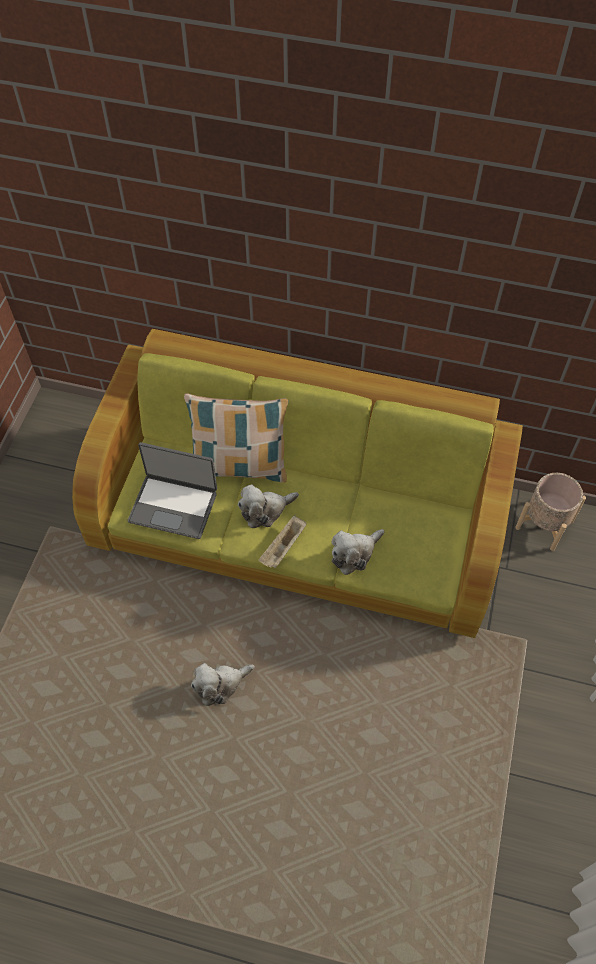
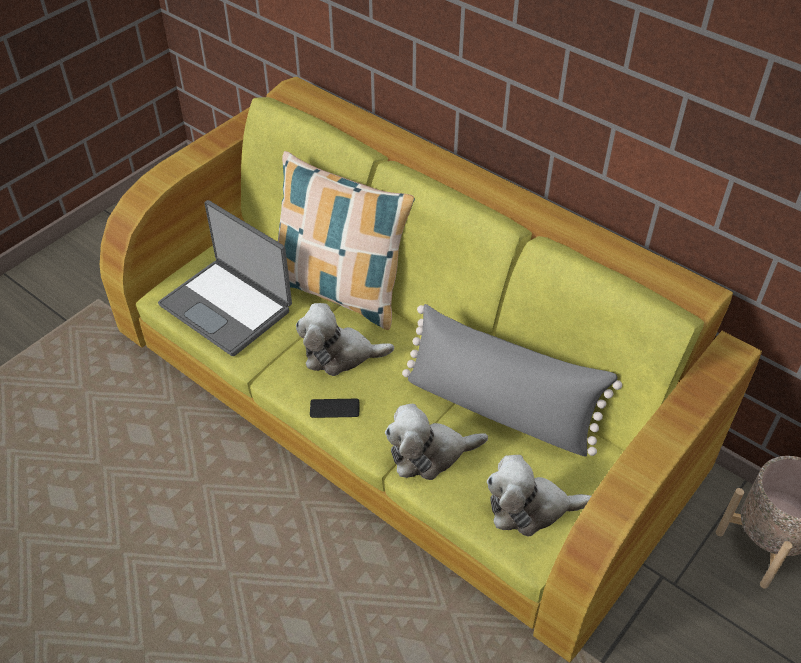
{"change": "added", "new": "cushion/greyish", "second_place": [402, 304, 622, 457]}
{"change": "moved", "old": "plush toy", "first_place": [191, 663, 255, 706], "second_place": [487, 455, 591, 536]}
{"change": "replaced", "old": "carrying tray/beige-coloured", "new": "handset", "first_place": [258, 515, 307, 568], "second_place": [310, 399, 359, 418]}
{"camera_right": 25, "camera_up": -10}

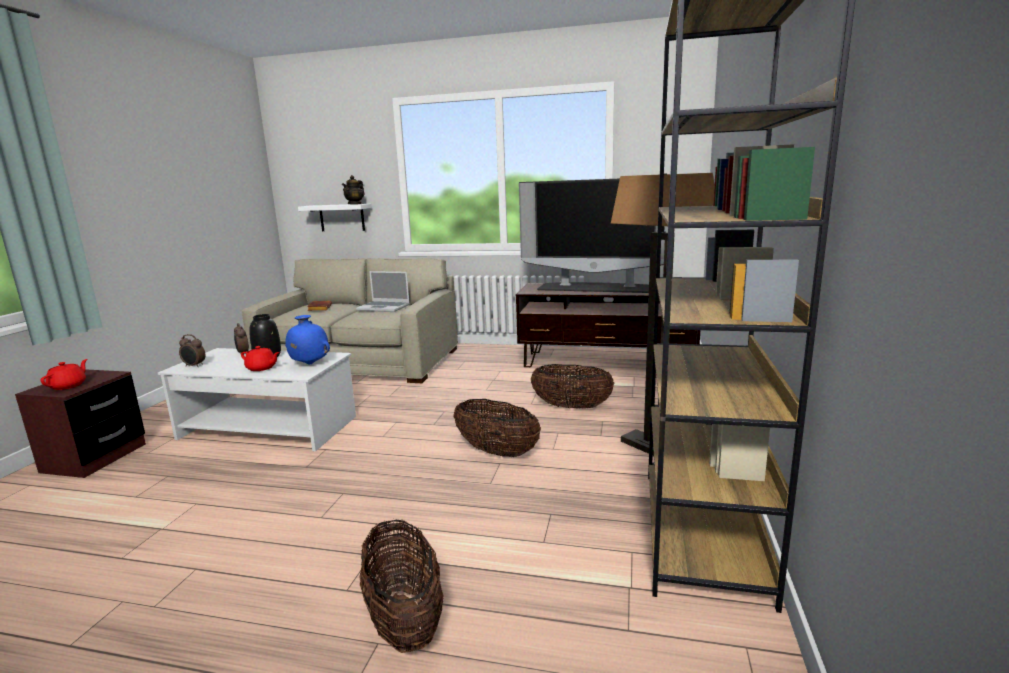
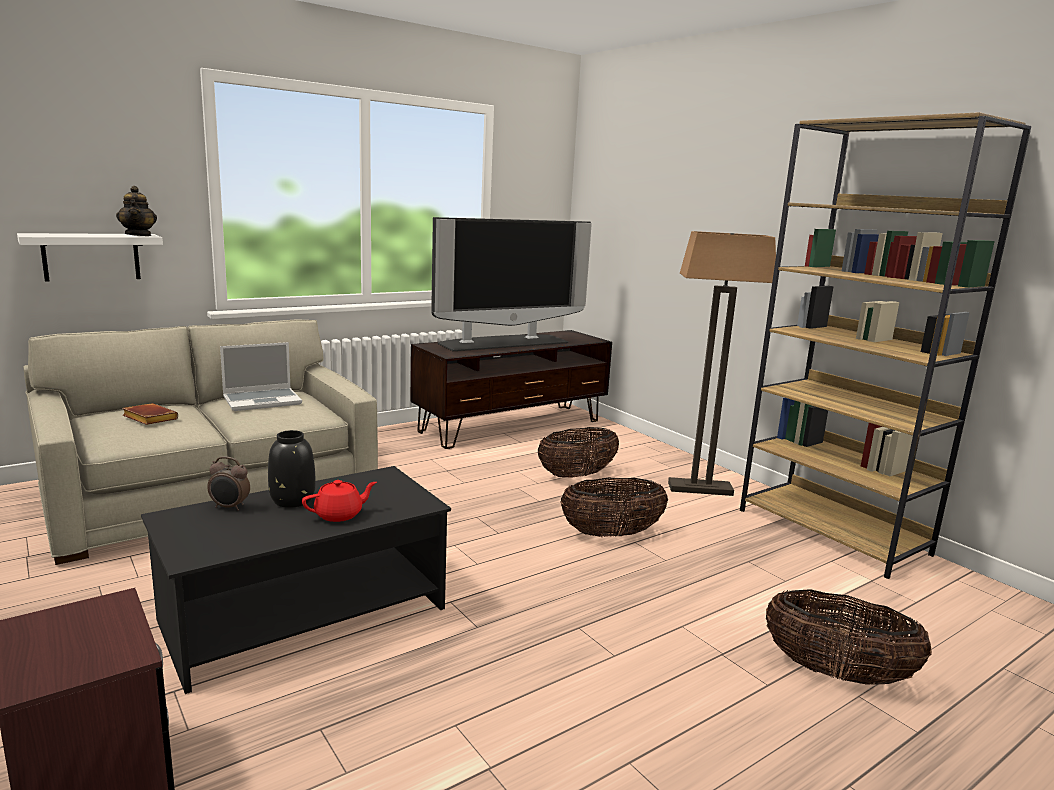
{"change": "removed", "old": "tea pot/red", "first_place": [40, 359, 87, 390]}
{"change": "removed", "old": "alarm clock", "first_place": [179, 334, 205, 367]}
{"change": "removed", "old": "flower vase/blue", "first_place": [285, 315, 330, 364]}
{"change": "recoloured", "old": "coffee table/white", "new": "coffee table/black", "first_place": [158, 348, 356, 452], "second_place": [141, 466, 451, 694]}
{"camera_right": -50, "camera_up": 0}

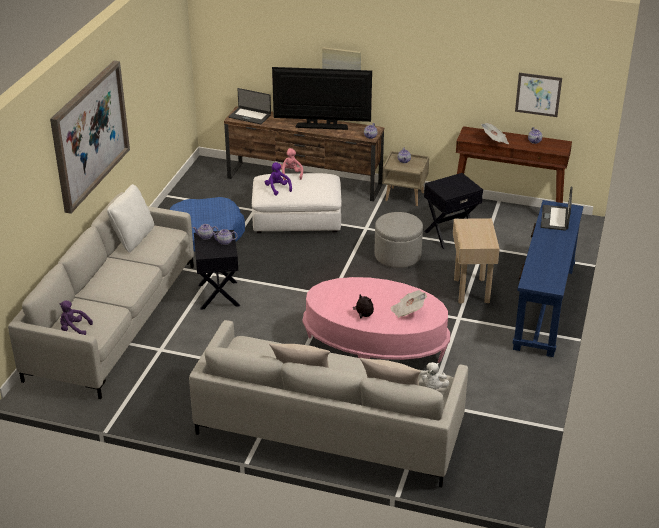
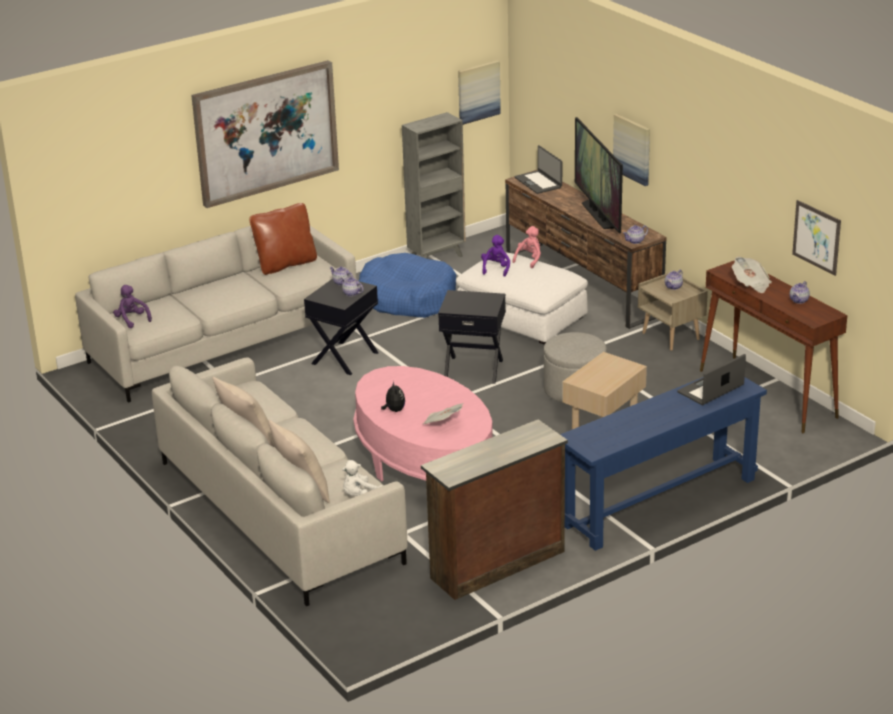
{"change": "added", "new": "bookshelf/greyish", "second_place": [402, 112, 466, 259]}
{"change": "added", "new": "drawer chest/brownish", "second_place": [421, 419, 568, 600]}
{"change": "added", "new": "picture", "second_place": [458, 60, 501, 125]}
{"change": "moved", "old": "accent table/black", "first_place": [424, 173, 483, 249], "second_place": [438, 290, 506, 384]}
{"change": "recoloured", "old": "cushion/white", "new": "cushion/brownish", "first_place": [107, 184, 154, 253], "second_place": [249, 203, 317, 275]}
{"change": "turned", "old": "television", "first_place": [272, 67, 372, 130], "second_place": [575, 117, 623, 233], "degrees": -150}
{"camera_right": 40, "camera_up": -5}

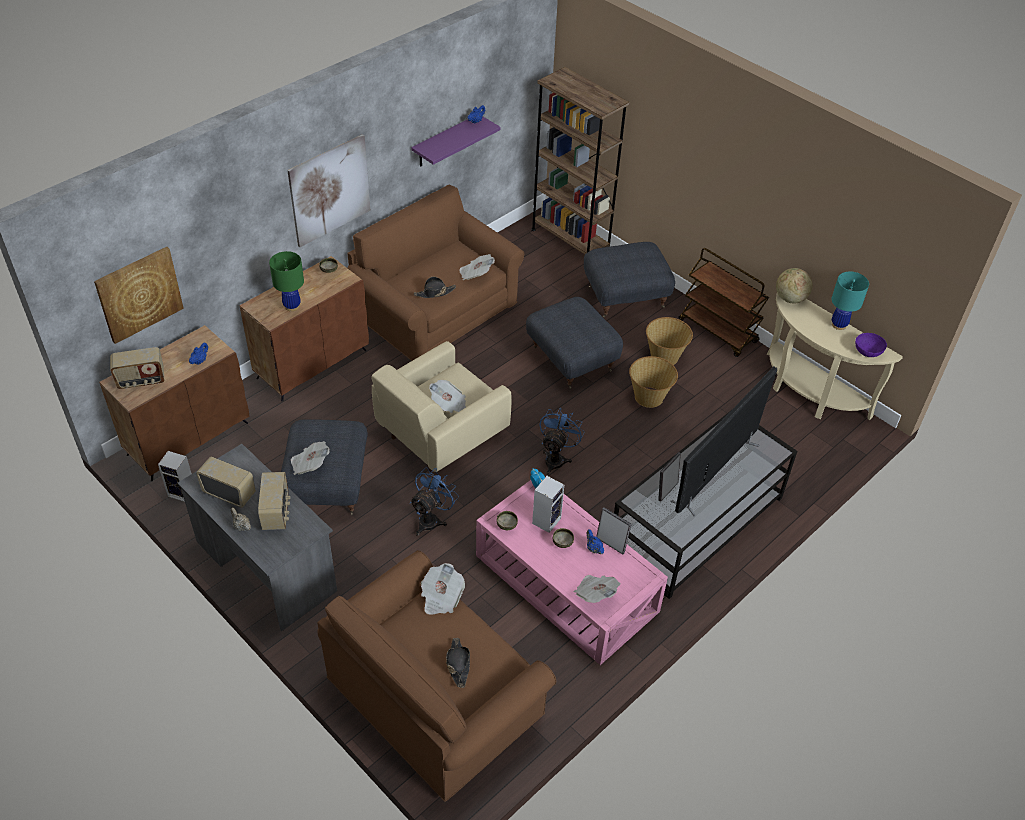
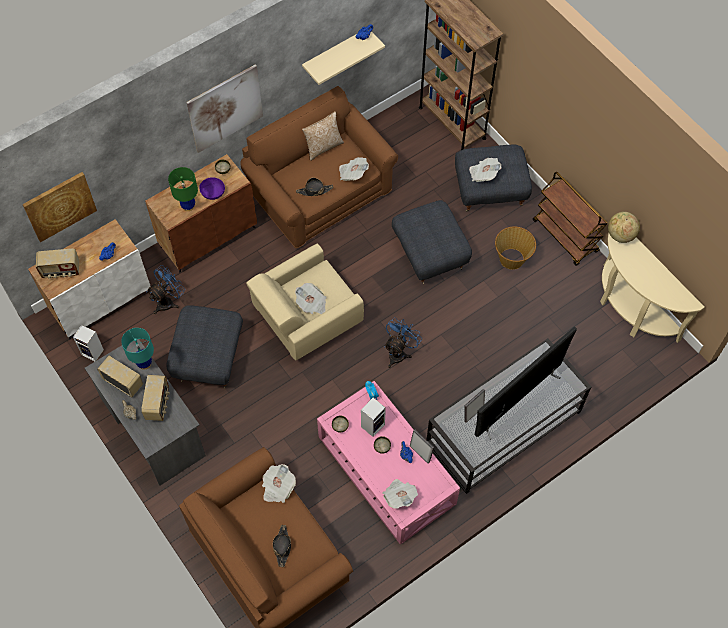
{"change": "removed", "old": "basket", "first_place": [629, 356, 678, 408]}
{"change": "added", "new": "cushion", "second_place": [302, 111, 344, 161]}
{"change": "moved", "old": "printed paper", "first_place": [291, 441, 329, 475], "second_place": [469, 158, 501, 182]}
{"change": "moved", "old": "fan/blue", "first_place": [410, 467, 459, 536], "second_place": [146, 265, 184, 314]}
{"change": "moved", "old": "tabletop lamp/turquoise-coloured", "first_place": [831, 271, 869, 330], "second_place": [121, 328, 154, 370]}
{"change": "moved", "old": "serving bowl/purple", "first_place": [855, 333, 887, 357], "second_place": [199, 177, 225, 200]}
{"change": "recoloured", "old": "cabinet/brownish", "new": "cabinet/white", "first_place": [99, 325, 249, 481], "second_place": [28, 219, 151, 339]}
{"change": "recoloured", "old": "wall shelf/purple", "new": "wall shelf/beige-coloured", "first_place": [411, 117, 501, 167], "second_place": [302, 31, 385, 85]}
{"camera_right": 10, "camera_up": 15}

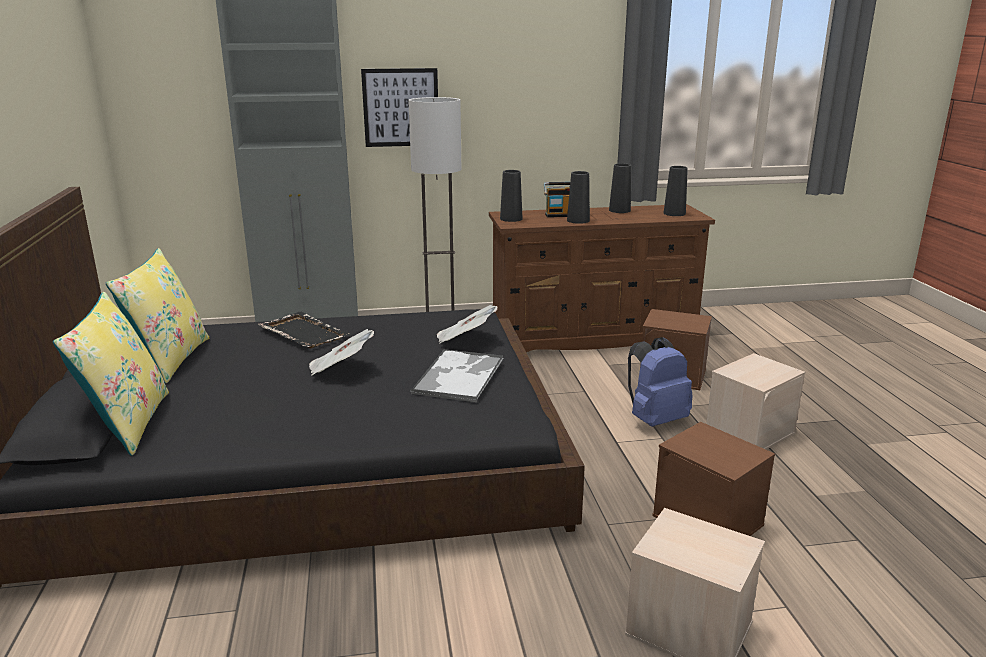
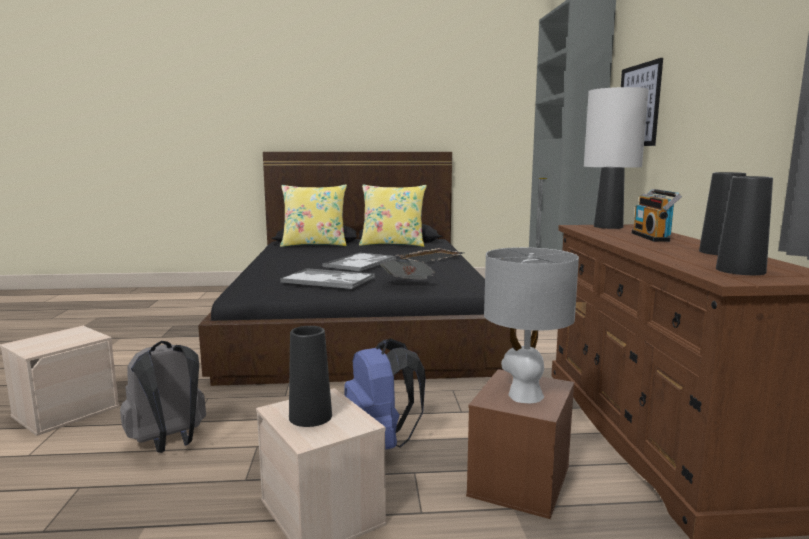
{"change": "added", "new": "tabletop lamp/greyish", "second_place": [484, 247, 579, 403]}
{"change": "moved", "old": "flower vase/black", "first_place": [567, 171, 590, 224], "second_place": [289, 326, 332, 427]}
{"change": "replaced", "old": "printed paper", "new": "carrying tray", "first_place": [309, 329, 374, 376], "second_place": [322, 252, 396, 272]}
{"change": "replaced", "old": "storage box/brownish", "new": "knapsack/greyish", "first_place": [652, 422, 775, 536], "second_place": [120, 341, 206, 453]}
{"camera_right": 95, "camera_up": -10}

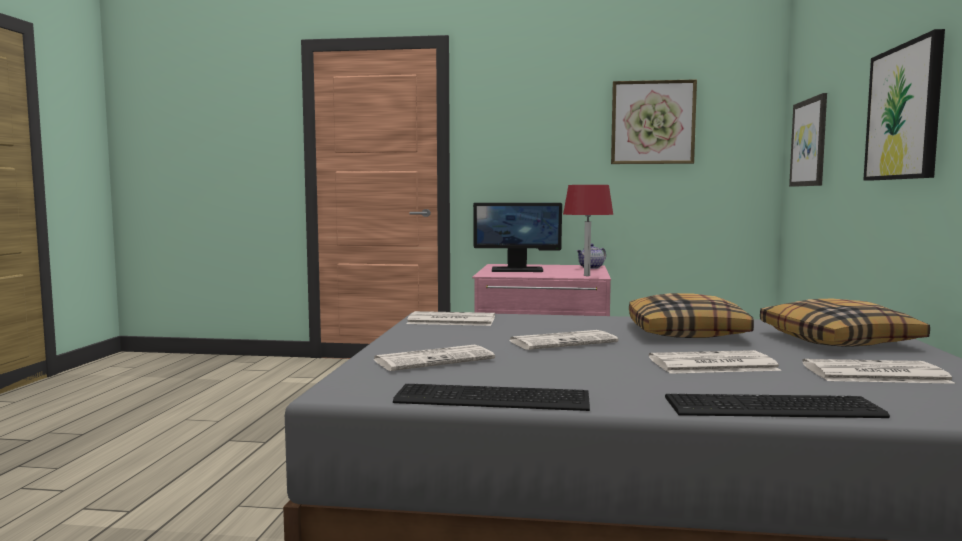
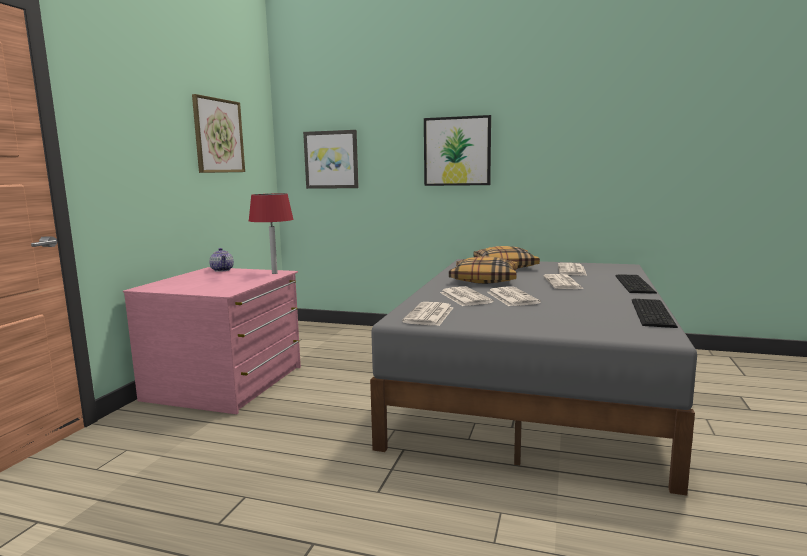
{"change": "removed", "old": "computer screen", "first_place": [473, 203, 562, 272]}
{"change": "moved", "old": "printed paper", "first_place": [374, 345, 495, 371], "second_place": [440, 287, 494, 306]}
{"camera_right": -80, "camera_up": 5}

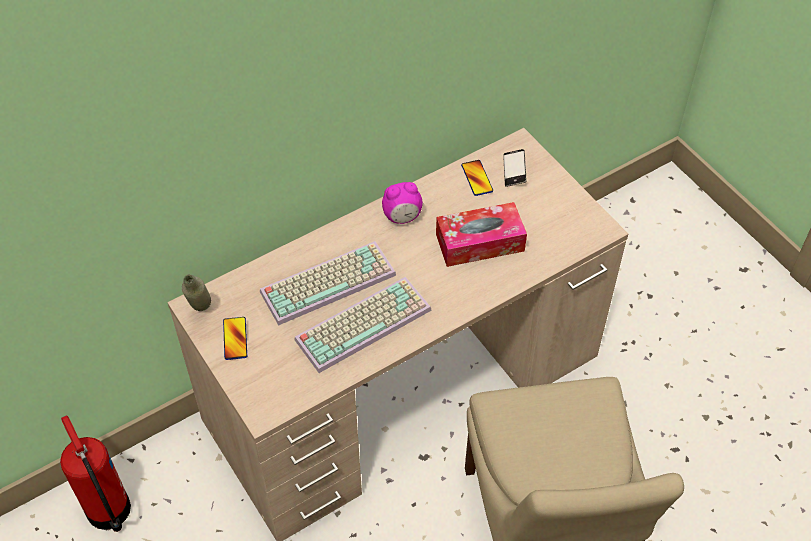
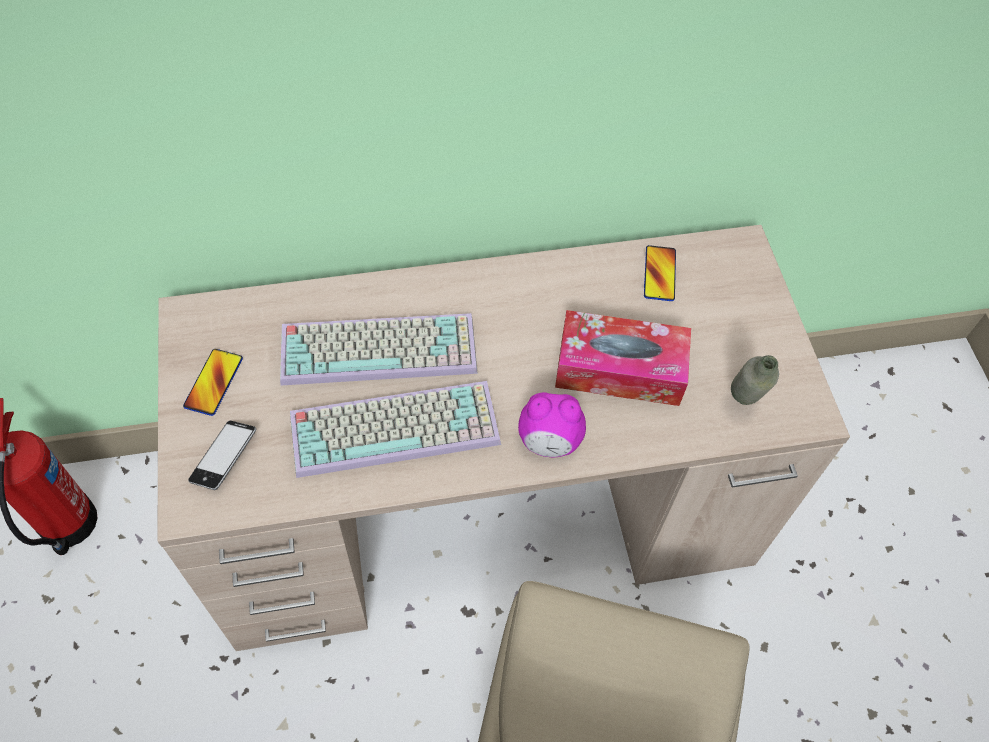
{"change": "moved", "old": "bottle/greyish", "first_place": [182, 274, 211, 311], "second_place": [731, 355, 779, 405]}
{"change": "moved", "old": "alarm clock", "first_place": [382, 182, 423, 224], "second_place": [518, 392, 586, 457]}
{"change": "moved", "old": "handset", "first_place": [503, 149, 527, 187], "second_place": [188, 420, 256, 490]}
{"camera_right": 20, "camera_up": 5}

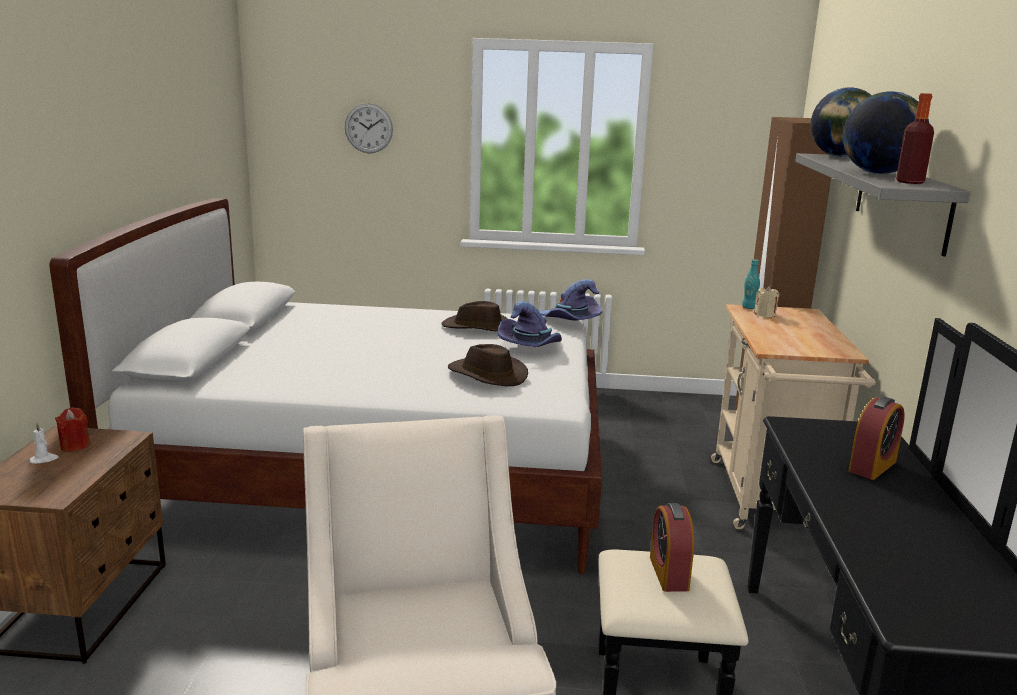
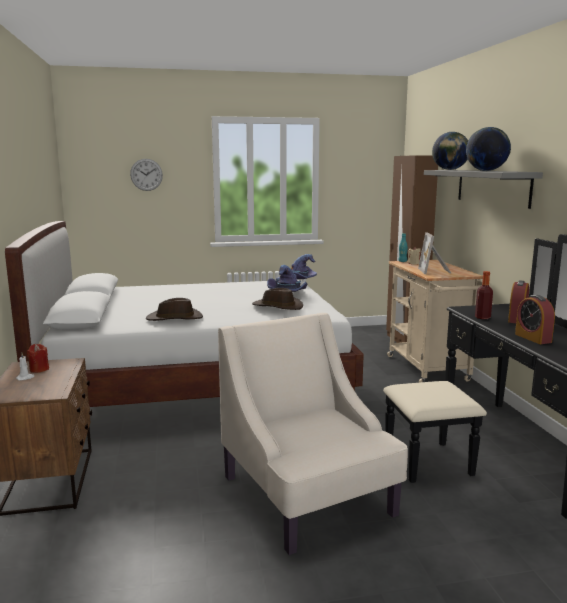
{"change": "added", "new": "photo frame", "second_place": [418, 232, 452, 274]}
{"change": "moved", "old": "clothing hat/brownish", "first_place": [442, 301, 508, 331], "second_place": [146, 298, 203, 321]}
{"change": "moved", "old": "alarm clock", "first_place": [650, 503, 694, 592], "second_place": [515, 295, 555, 344]}
{"change": "moved", "old": "bottle", "first_place": [896, 93, 934, 184], "second_place": [475, 271, 493, 319]}
{"camera_right": -15, "camera_up": -5}

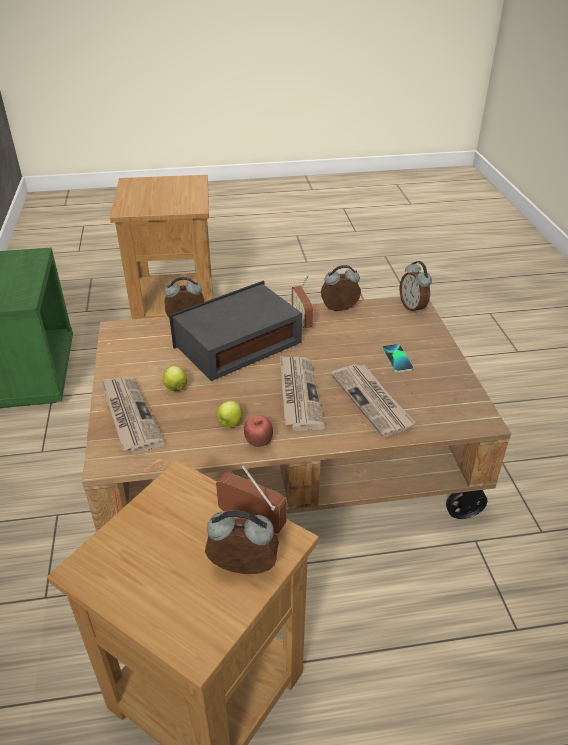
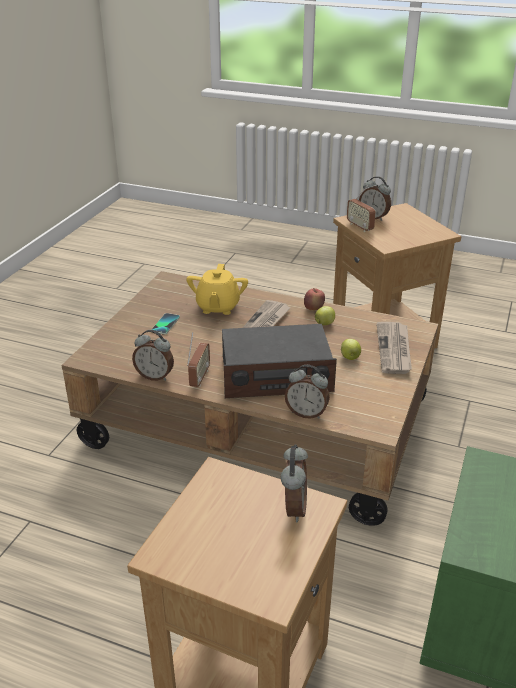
{"change": "moved", "old": "alarm clock", "first_place": [399, 261, 432, 314], "second_place": [281, 445, 308, 522]}
{"change": "replaced", "old": "printed paper", "new": "tea pot/yellow-coloured", "first_place": [331, 364, 416, 437], "second_place": [186, 264, 248, 315]}
{"camera_right": -150, "camera_up": -5}

